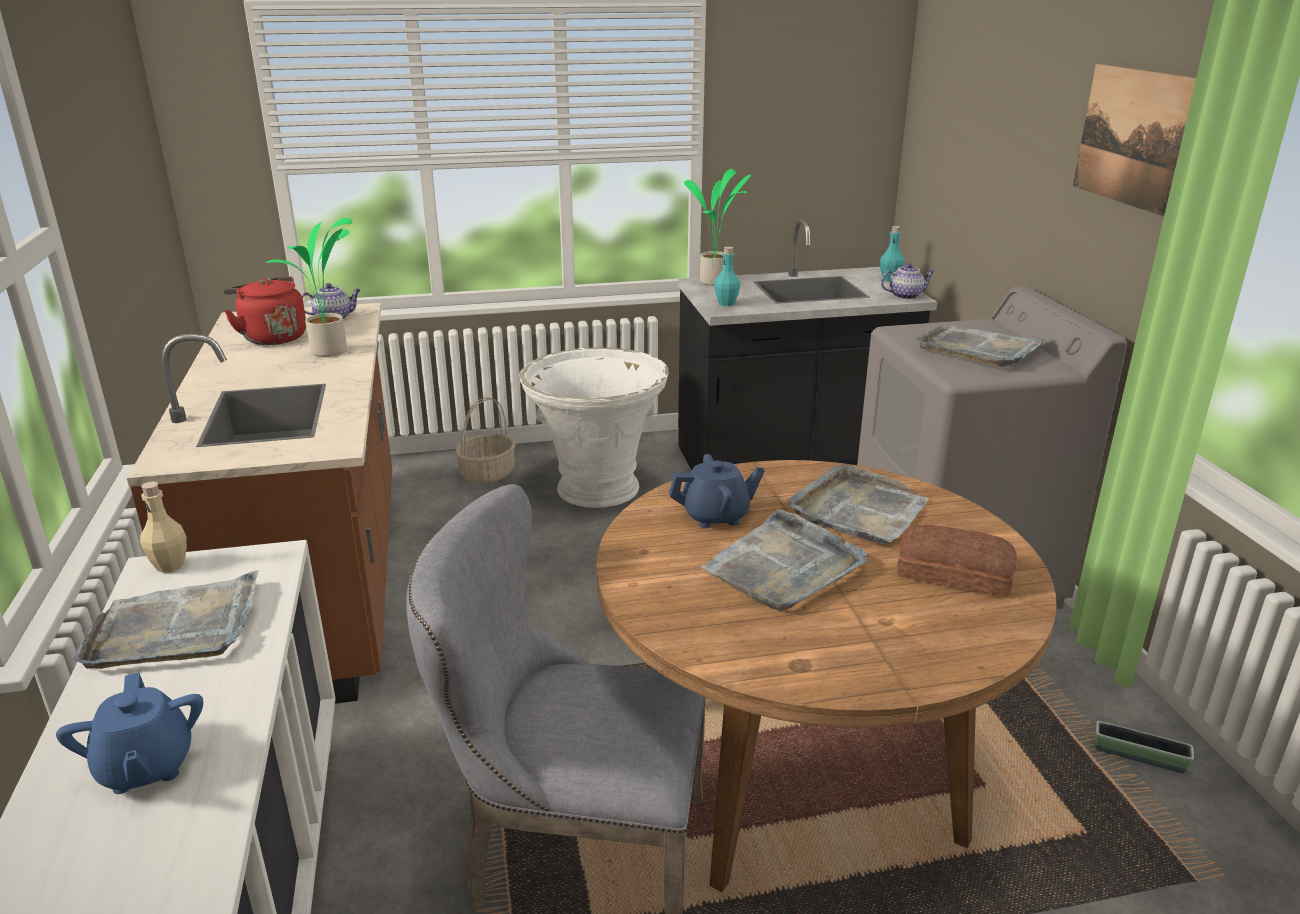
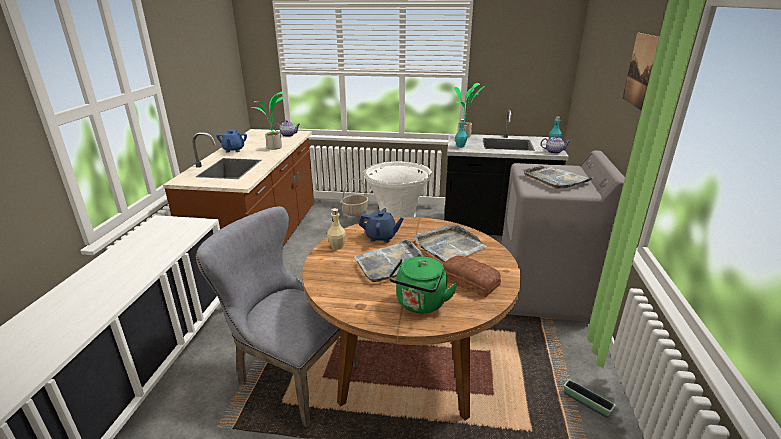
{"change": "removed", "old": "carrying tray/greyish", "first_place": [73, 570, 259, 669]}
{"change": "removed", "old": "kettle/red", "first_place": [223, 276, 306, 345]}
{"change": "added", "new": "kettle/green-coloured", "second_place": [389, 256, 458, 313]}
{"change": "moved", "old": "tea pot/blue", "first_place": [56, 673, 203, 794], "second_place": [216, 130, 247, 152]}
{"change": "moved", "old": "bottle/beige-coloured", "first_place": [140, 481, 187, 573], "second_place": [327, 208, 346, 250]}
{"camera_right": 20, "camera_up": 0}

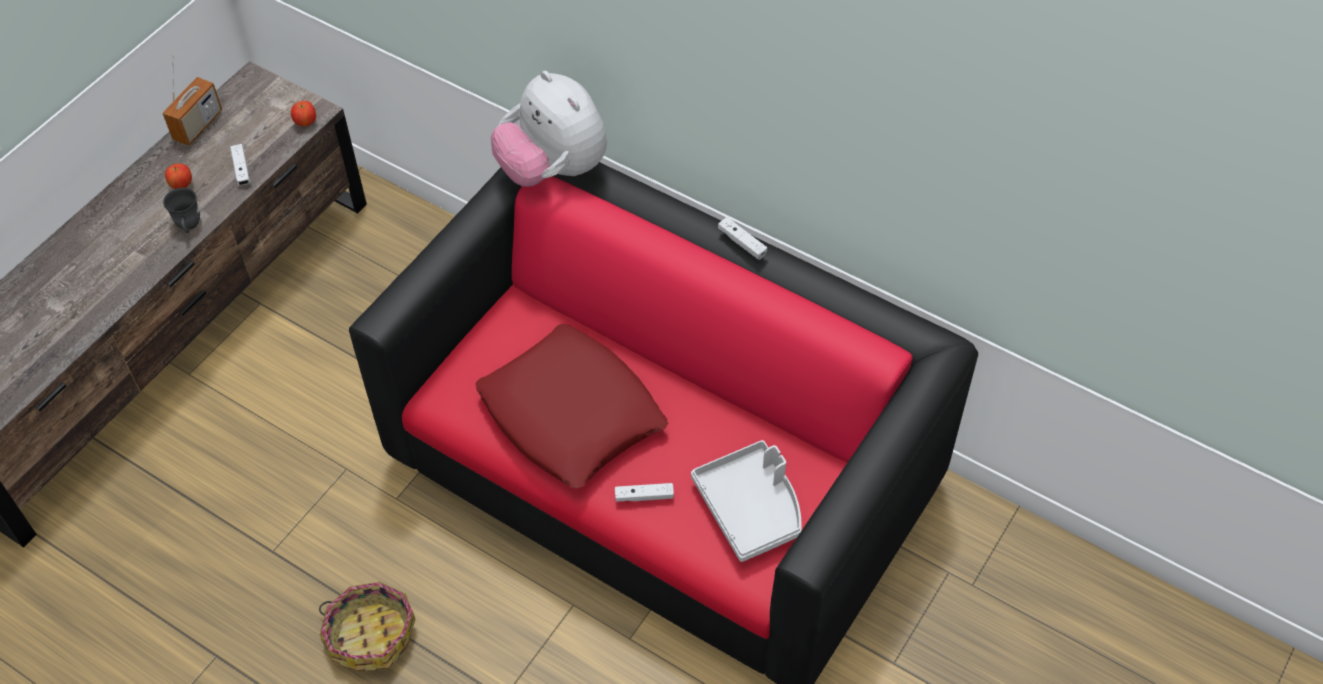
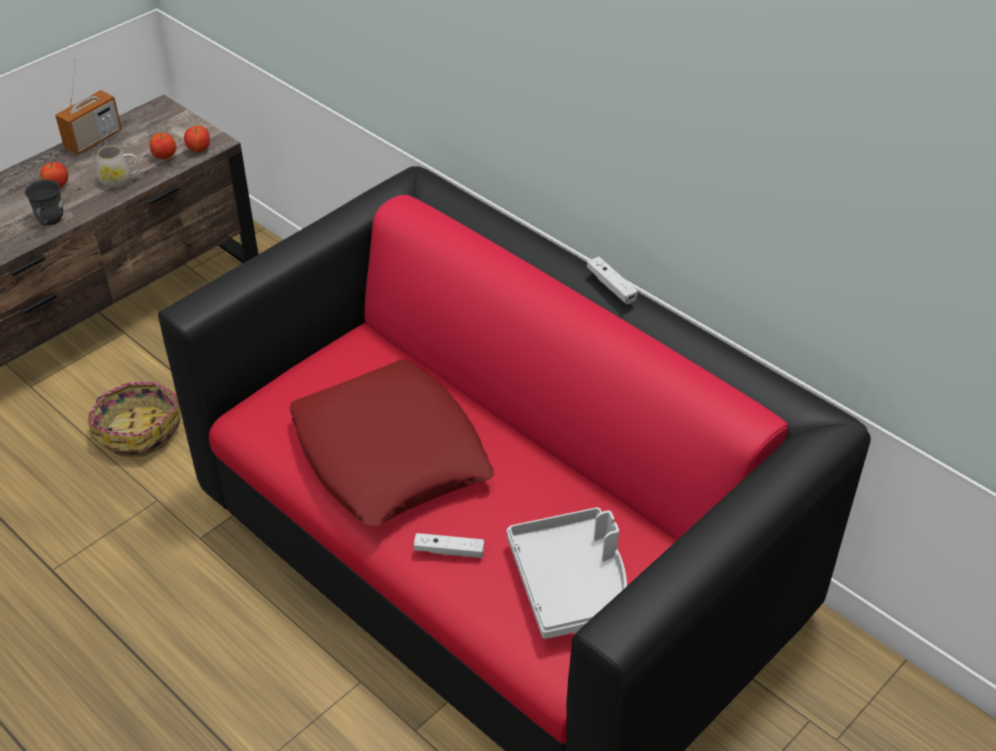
{"change": "removed", "old": "plush toy", "first_place": [491, 71, 607, 187]}
{"change": "added", "new": "apple", "second_place": [150, 133, 177, 160]}
{"change": "moved", "old": "basket", "first_place": [319, 582, 415, 672], "second_place": [88, 382, 181, 456]}
{"change": "replaced", "old": "joypad/white", "new": "tea mug/white", "first_place": [230, 144, 250, 186], "second_place": [96, 146, 140, 188]}
{"camera_right": 10, "camera_up": -10}

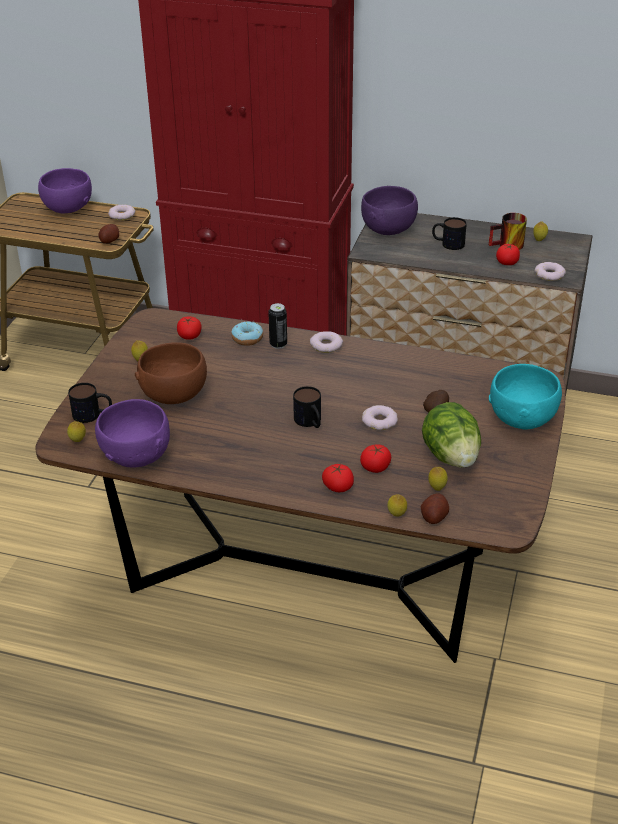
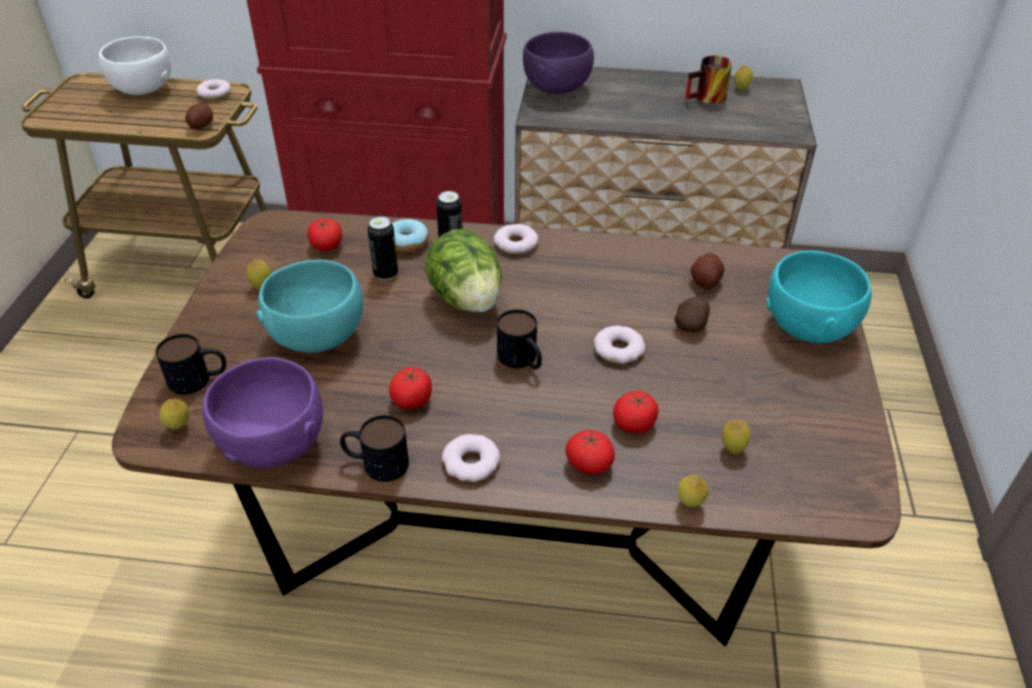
{"change": "added", "new": "metal can", "second_place": [367, 216, 398, 281]}
{"change": "moved", "old": "potato", "first_place": [421, 493, 449, 524], "second_place": [691, 253, 725, 289]}
{"change": "moved", "old": "lettuce", "first_place": [422, 402, 481, 468], "second_place": [425, 229, 502, 313]}
{"change": "moved", "old": "tea mug", "first_place": [432, 217, 467, 250], "second_place": [340, 415, 409, 482]}
{"change": "moved", "old": "fresh tomato", "first_place": [496, 244, 520, 265], "second_place": [389, 367, 432, 409]}
{"change": "moved", "old": "doughnut", "first_place": [535, 262, 566, 281], "second_place": [442, 434, 500, 482]}
{"change": "recoloured", "old": "serving bowl/purple", "new": "serving bowl/white", "first_place": [38, 168, 92, 213], "second_place": [99, 36, 171, 95]}
{"change": "recoloured", "old": "serving bowl/brownish", "new": "serving bowl/turquoise-coloured", "first_place": [135, 342, 207, 404], "second_place": [256, 260, 363, 353]}
{"camera_right": -10, "camera_up": 5}

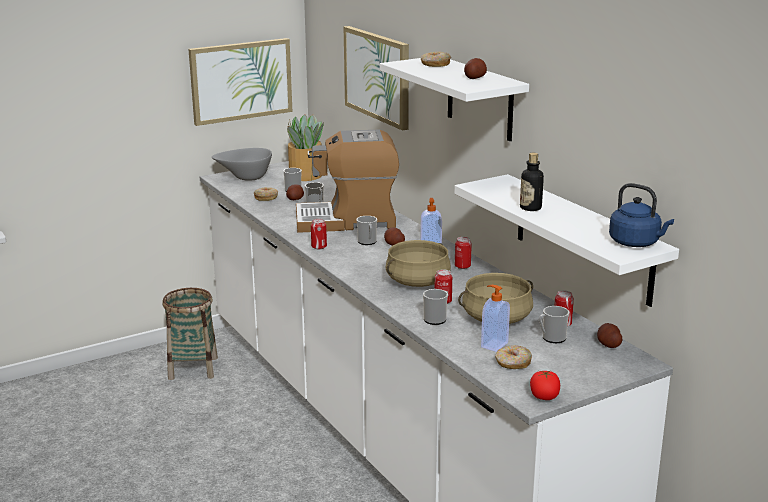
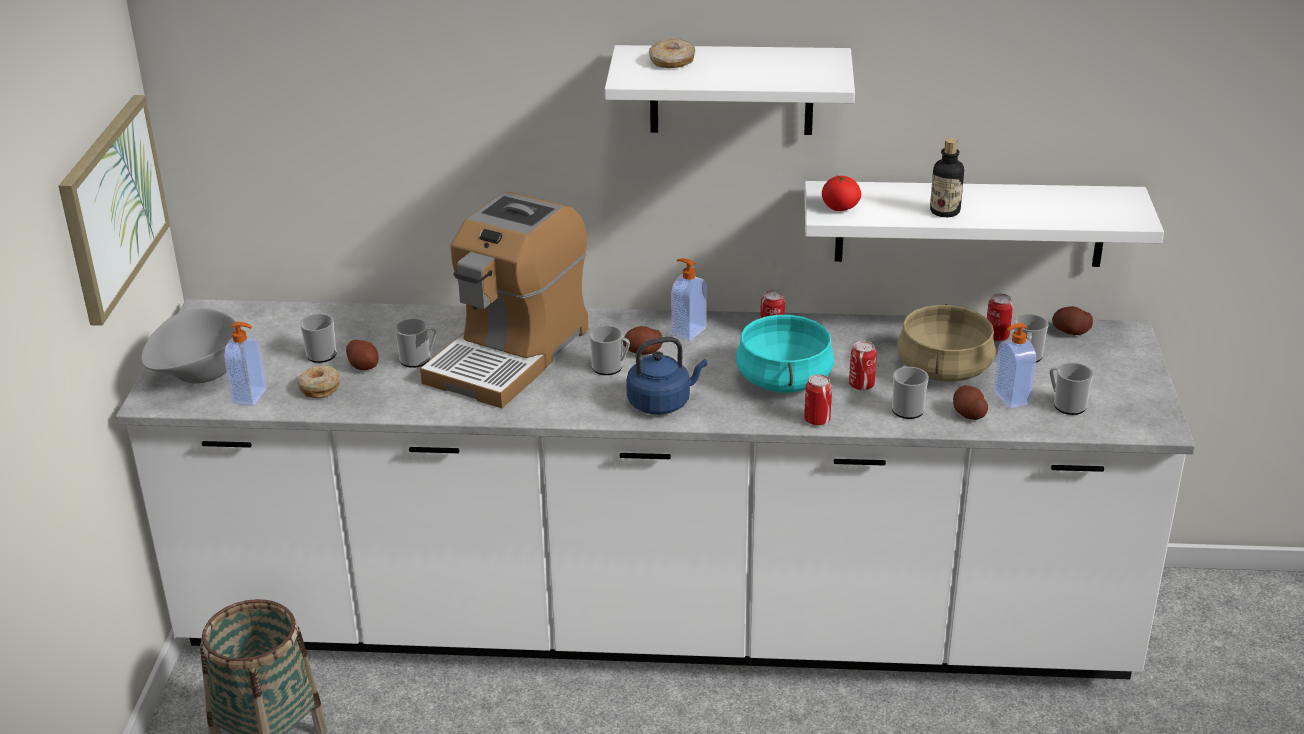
{"change": "removed", "old": "potted plant", "first_place": [287, 114, 324, 181]}
{"change": "removed", "old": "picture", "first_place": [344, 26, 409, 131]}
{"change": "added", "new": "soap dispenser", "second_place": [224, 322, 267, 406]}
{"change": "moved", "old": "metal can", "first_place": [311, 219, 327, 250], "second_place": [804, 374, 832, 426]}
{"change": "moved", "old": "potato", "first_place": [464, 58, 487, 79], "second_place": [953, 385, 988, 420]}
{"change": "moved", "old": "fresh tomato", "first_place": [530, 371, 560, 400], "second_place": [822, 175, 861, 211]}
{"change": "moved", "old": "kettle/blue", "first_place": [609, 183, 674, 247], "second_place": [626, 337, 707, 415]}
{"change": "replaced", "old": "doughnut", "new": "tea mug", "first_place": [495, 345, 532, 369], "second_place": [1049, 363, 1093, 415]}
{"change": "recoloured", "old": "cooking pot/beige-coloured", "new": "cooking pot/turquoise-coloured", "first_place": [386, 240, 451, 287], "second_place": [736, 314, 834, 392]}
{"camera_right": -55, "camera_up": 10}

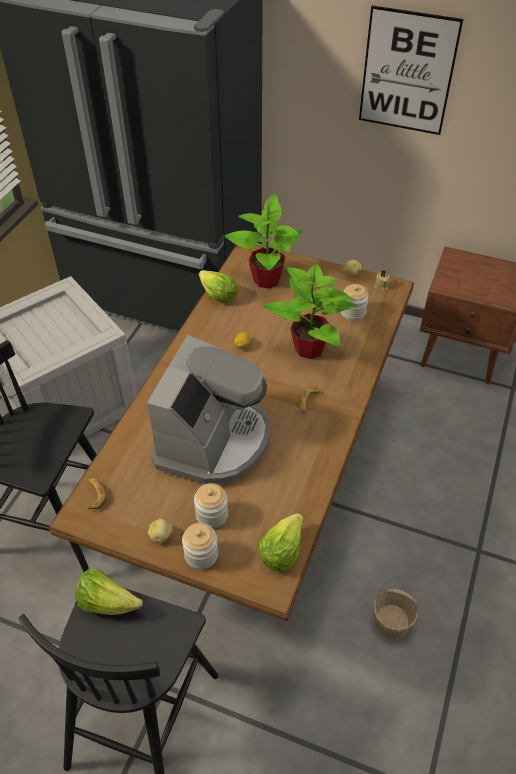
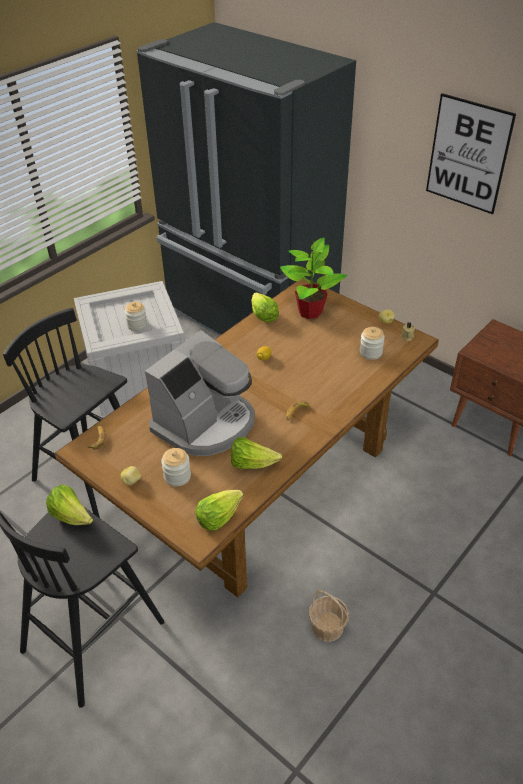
{"change": "removed", "old": "potted plant", "first_place": [263, 264, 356, 359]}
{"change": "added", "new": "lettuce", "second_place": [231, 437, 282, 469]}
{"change": "moved", "old": "storage jar", "first_place": [182, 523, 218, 570], "second_place": [125, 302, 147, 331]}
{"camera_right": 20, "camera_up": -5}

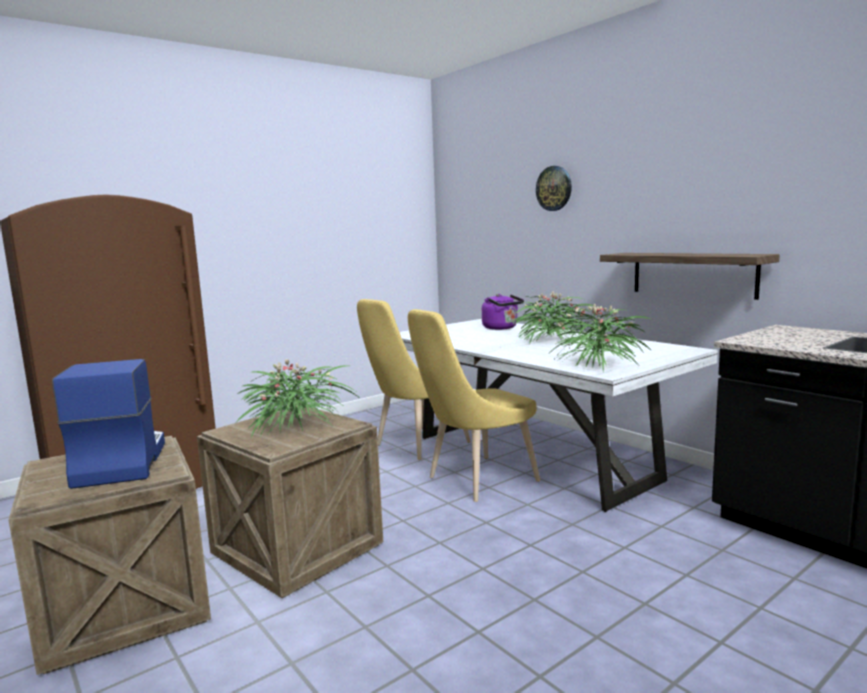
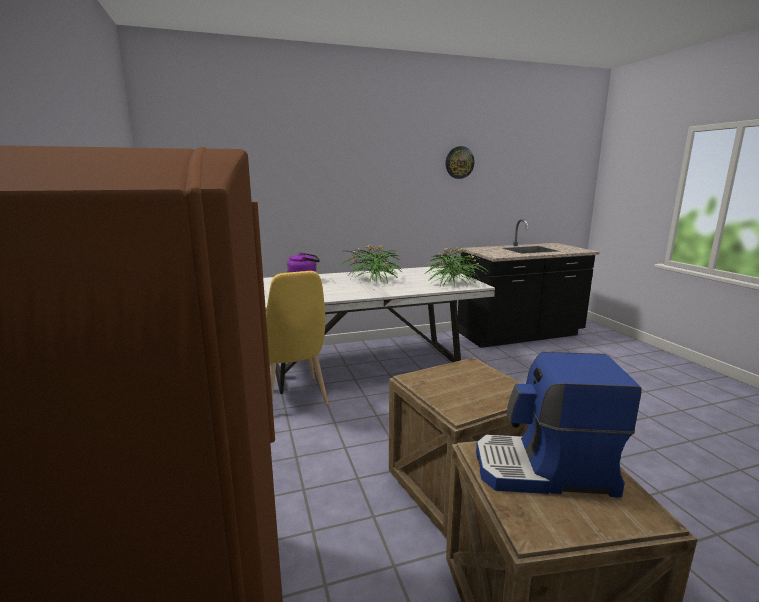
{"change": "removed", "old": "potted plant", "first_place": [236, 359, 358, 437]}
{"change": "removed", "old": "upright chair/yellow-coloured", "first_place": [408, 309, 540, 502]}
{"change": "removed", "old": "wall shelf", "first_place": [600, 253, 780, 300]}
{"change": "moved", "old": "clock on the wall", "first_place": [536, 166, 572, 211], "second_place": [446, 146, 474, 179]}
{"camera_right": -70, "camera_up": 5}

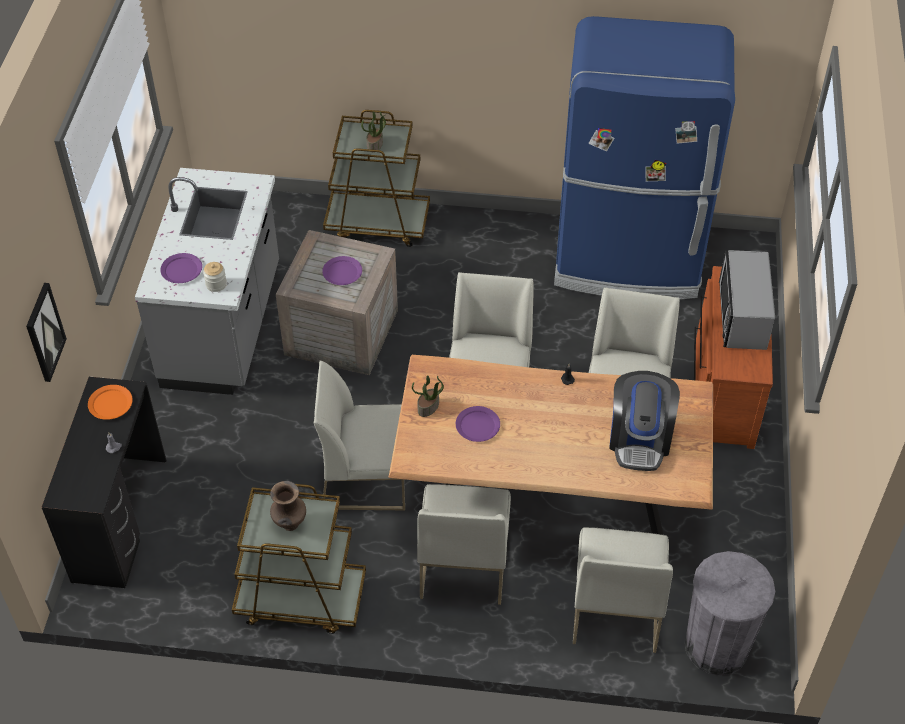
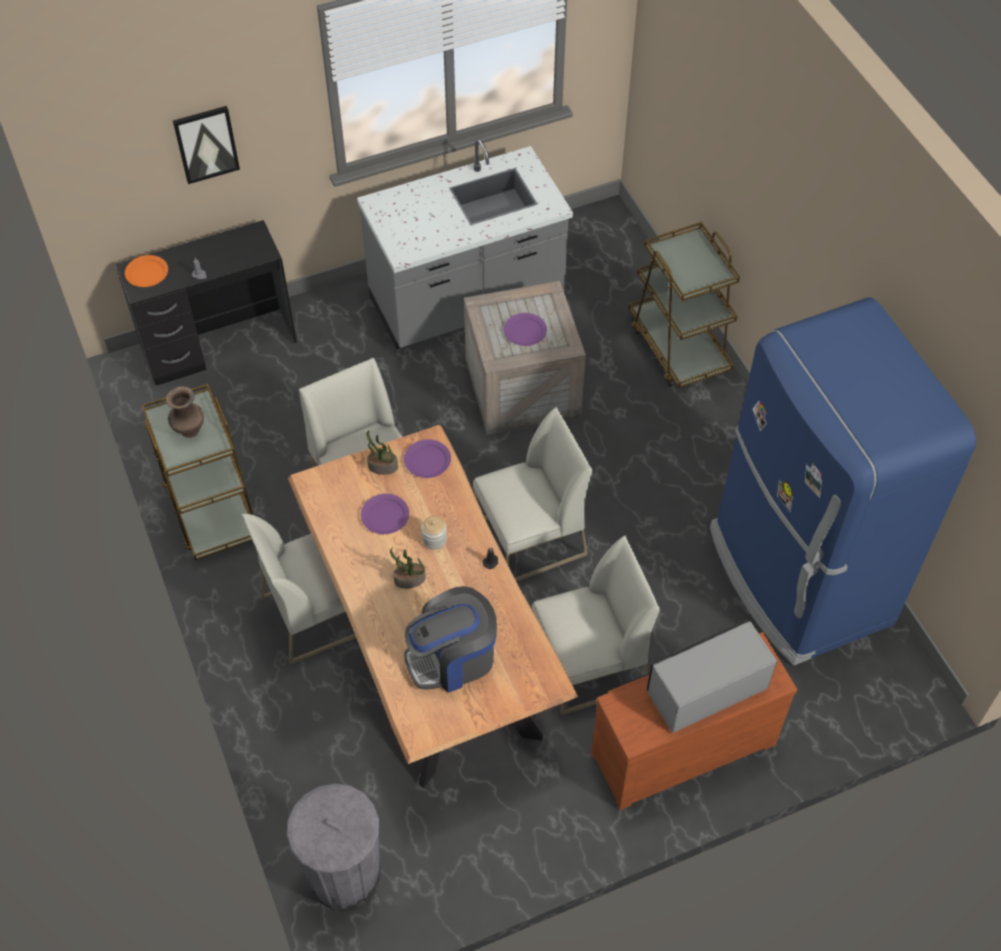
{"change": "removed", "old": "upright chair/white", "first_place": [573, 527, 673, 653]}
{"change": "moved", "old": "dinner plate/orangey", "first_place": [88, 385, 133, 420], "second_place": [125, 255, 168, 287]}
{"change": "moved", "old": "dinner plate/purple", "first_place": [160, 253, 202, 283], "second_place": [404, 439, 451, 478]}
{"change": "moved", "old": "storage jar", "first_place": [203, 262, 227, 292], "second_place": [421, 516, 447, 550]}
{"change": "moved", "old": "potted plant", "first_place": [361, 111, 386, 150], "second_place": [390, 547, 426, 589]}
{"camera_right": 60, "camera_up": 5}

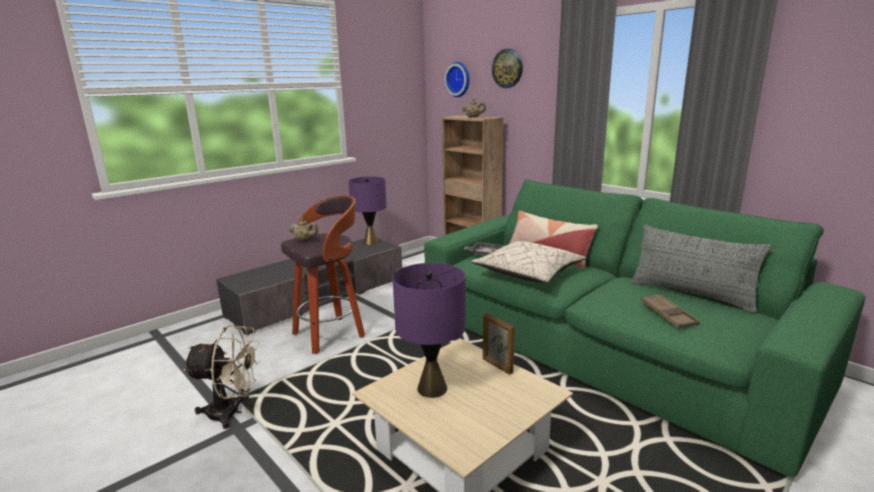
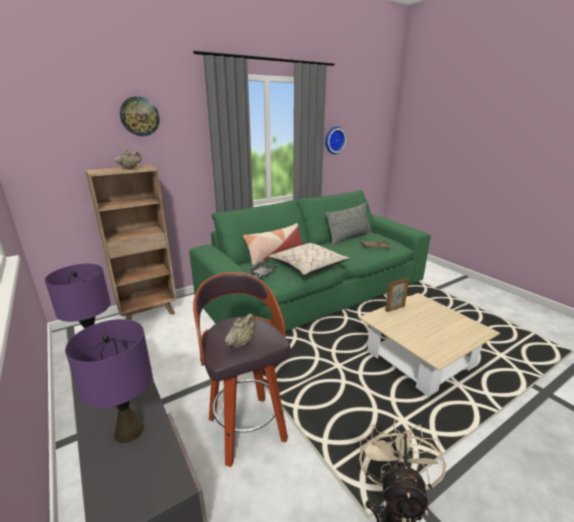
{"change": "moved", "old": "tabletop lamp/purple", "first_place": [393, 263, 466, 398], "second_place": [65, 319, 152, 443]}
{"change": "moved", "old": "clock on the wall", "first_place": [444, 62, 470, 97], "second_place": [325, 127, 346, 154]}
{"camera_right": -80, "camera_up": 5}

